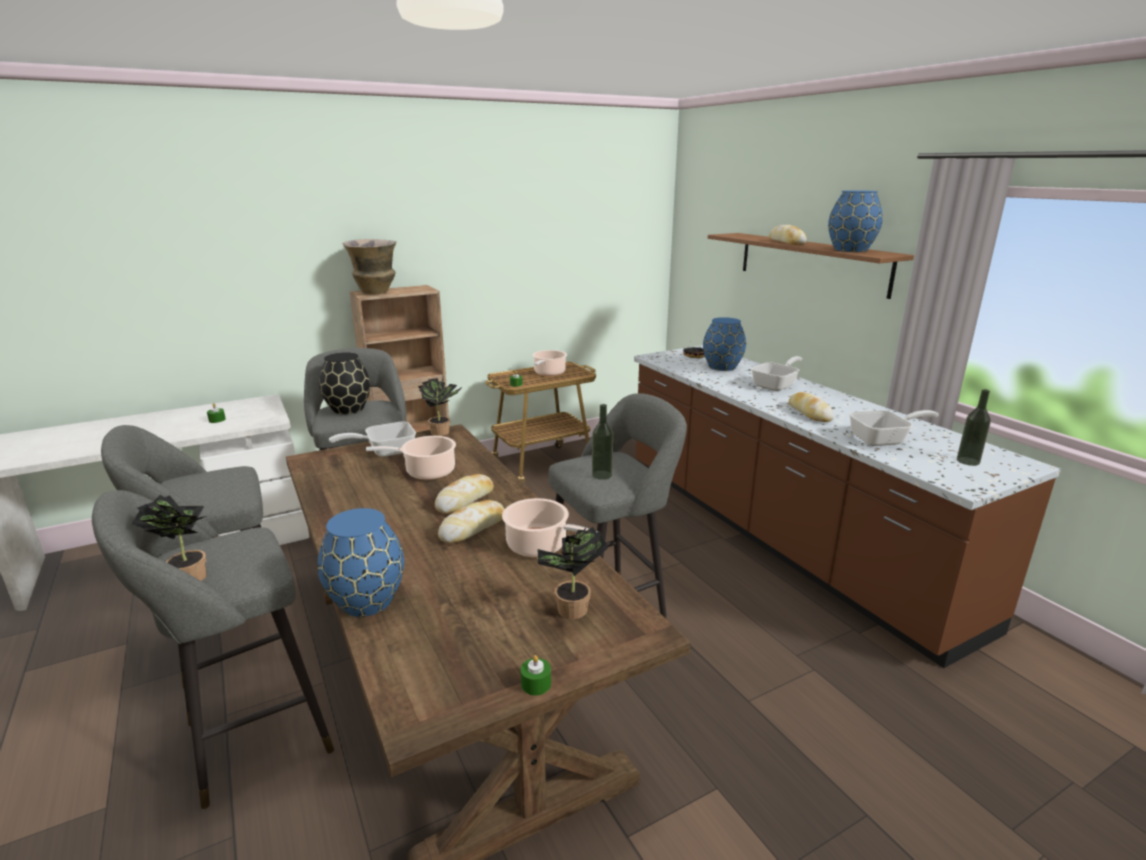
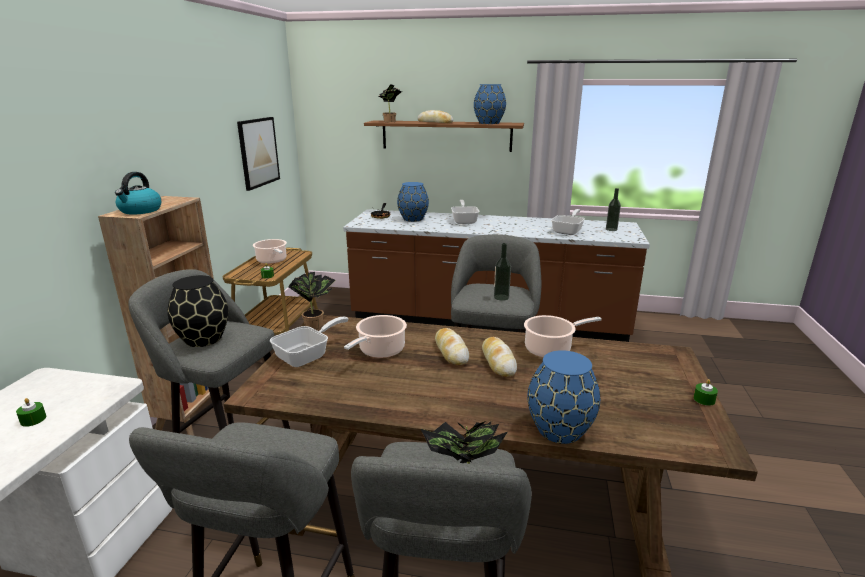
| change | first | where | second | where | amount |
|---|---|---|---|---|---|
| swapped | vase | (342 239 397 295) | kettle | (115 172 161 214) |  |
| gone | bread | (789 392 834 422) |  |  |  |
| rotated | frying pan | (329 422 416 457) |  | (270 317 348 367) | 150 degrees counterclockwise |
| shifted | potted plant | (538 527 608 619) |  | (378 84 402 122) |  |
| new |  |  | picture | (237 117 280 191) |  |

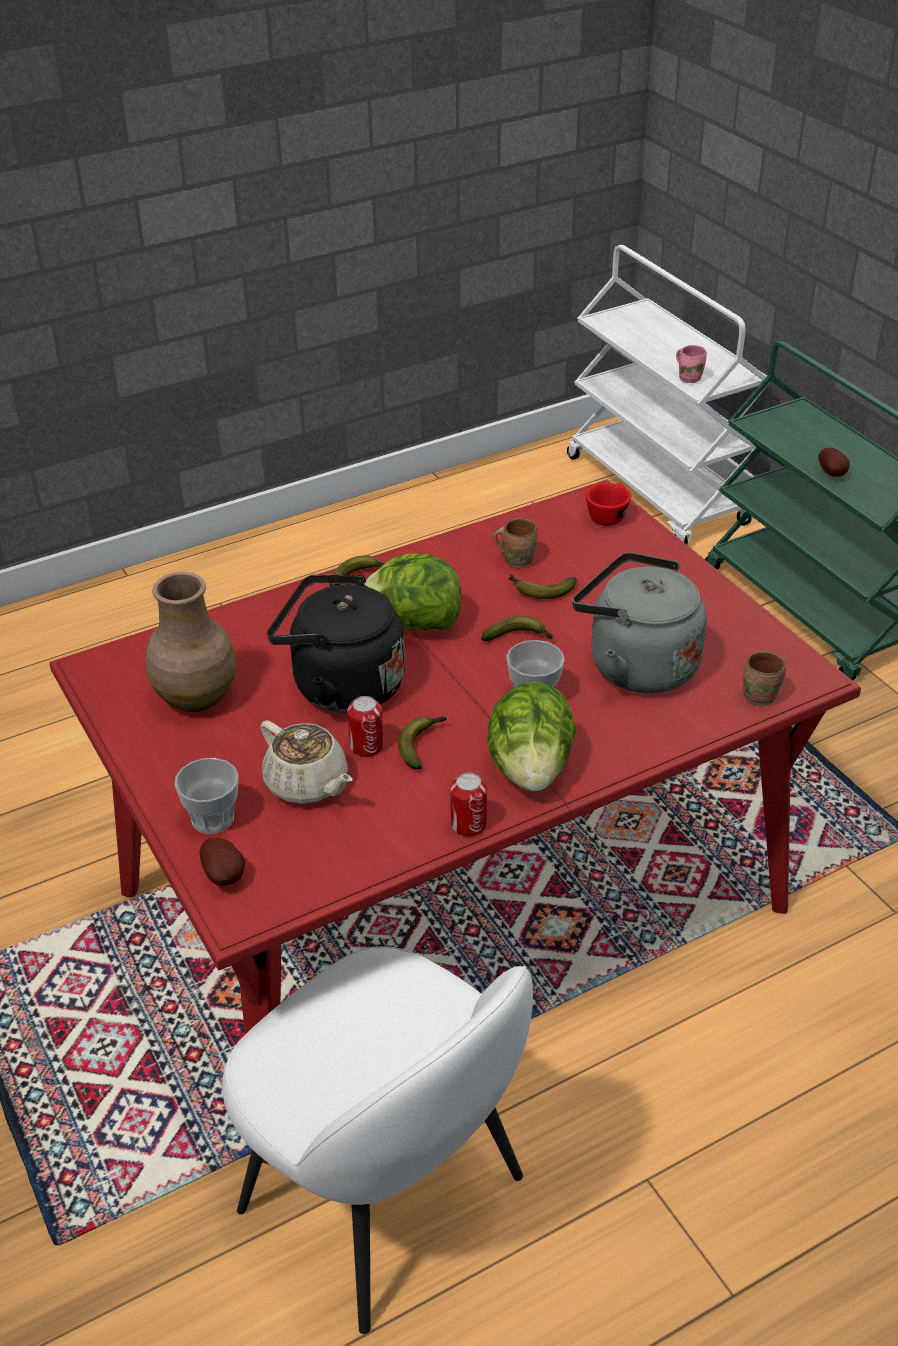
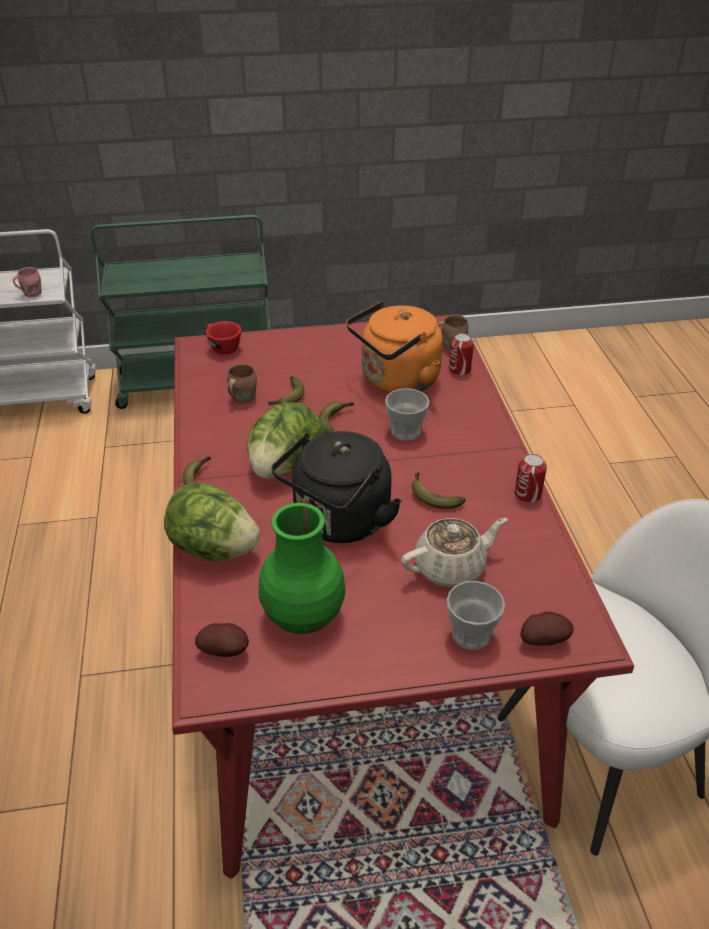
| change | first | where | second | where | amount |
|---|---|---|---|---|---|
| shifted | potato | (818 447 849 477) |  | (195 623 249 657) |  |
| repainted | grey kettle | (572 552 707 693) | orange kettle | (346 301 443 393) |  |
| repainted | brown vase | (146 572 237 712) | green vase | (259 503 346 634) |  |
| shifted | lettuce | (487 681 576 791) |  | (164 484 261 561) |  |
| shifted | can | (347 696 384 757) |  | (449 333 474 376) |  |

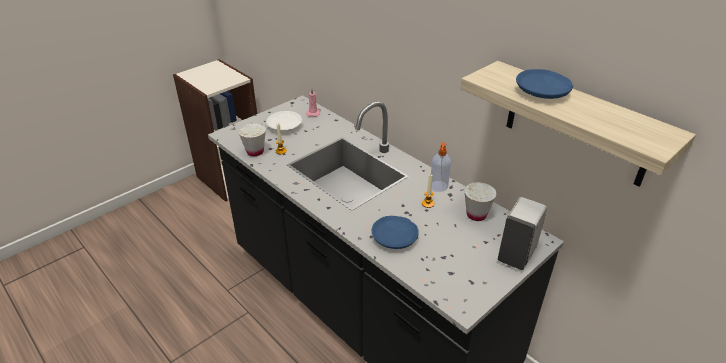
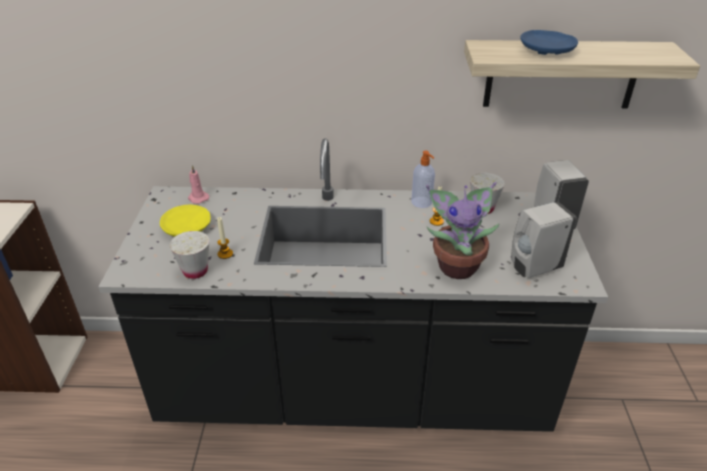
| change | first | where | second | where | amount |
|---|---|---|---|---|---|
| repainted | white plate | (266 111 302 132) | yellow plate | (160 205 211 236) |  |
| swapped | blue plate | (372 216 419 249) | potted plant | (426 182 499 279) |  |
| new |  |  | white soap dispenser | (511 202 577 278) |  |

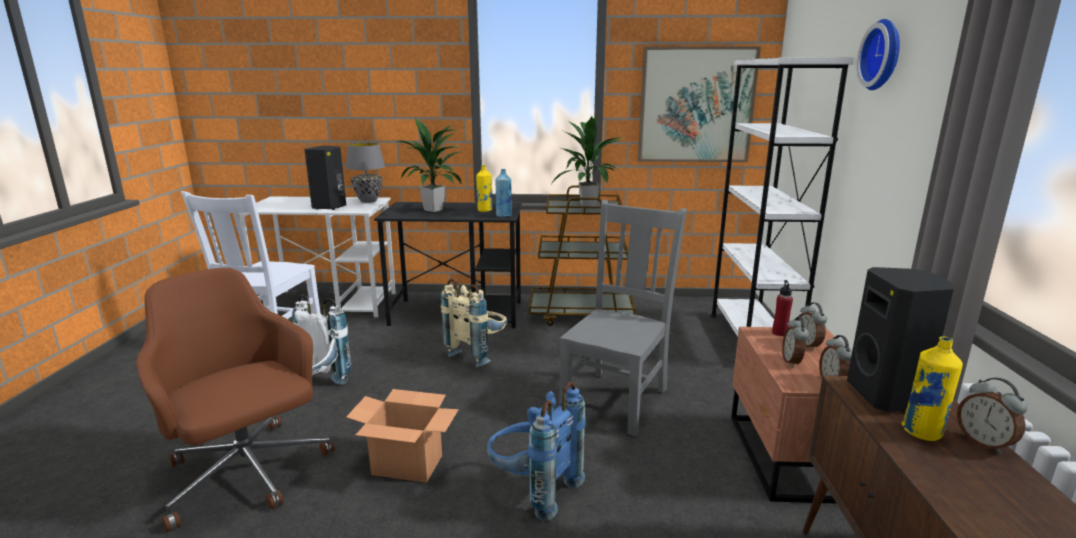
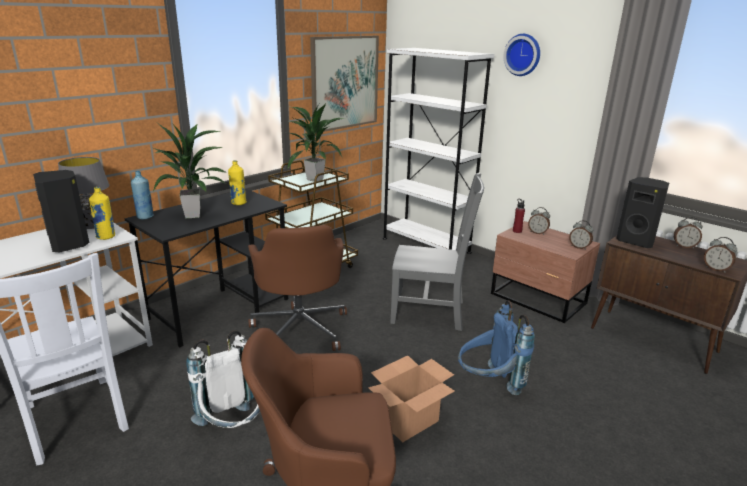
| change | first | where | second | where | amount |
|---|---|---|---|---|---|
| shifted | blue bottle | (495 169 512 217) |  | (131 171 154 220) |  |
| rotated | grey chair | (559 200 687 436) |  | (390 173 484 331) | 120 degrees clockwise |
| swapped | beige backpack | (441 279 507 367) | brown office chair | (248 225 347 351) |  |
| shifted | alarm clock | (782 317 809 367) |  | (704 237 737 273) |  |
| shifted | yellow bottle | (902 336 963 441) |  | (89 187 115 240) |  |

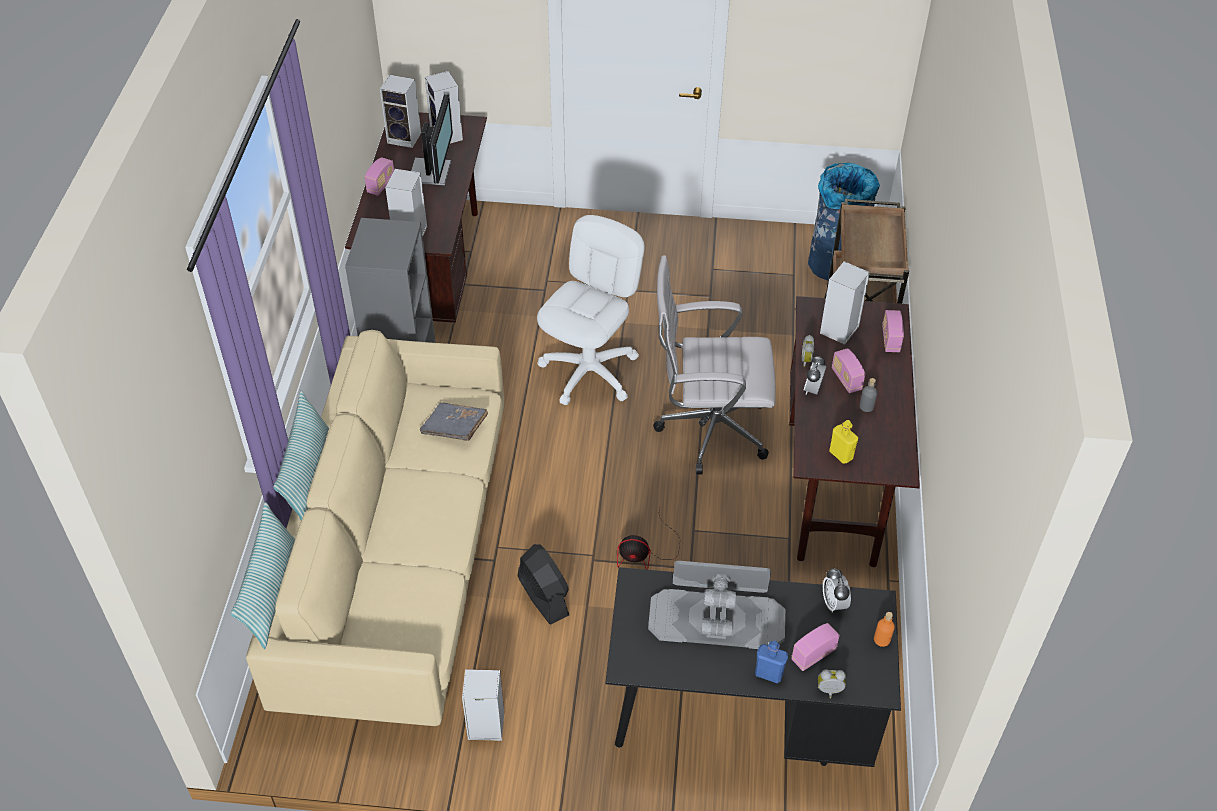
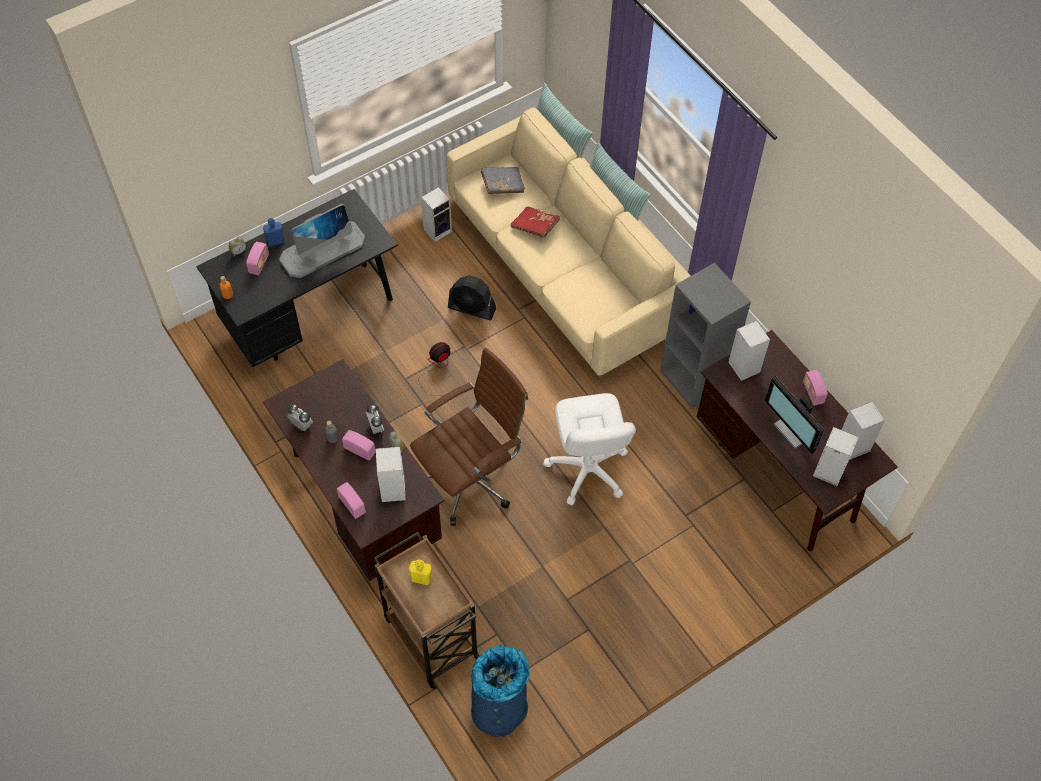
| change | first | where | second | where | amount |
|---|---|---|---|---|---|
| repainted | white office chair | (653 255 775 475) | brown office chair | (410 348 528 526) |  |
| shifted | grey book | (420 403 488 441) |  | (481 167 525 194) |  |
| shifted | yellow bottle | (829 420 858 463) |  | (409 559 432 585) |  |
| shifted | alarm clock | (823 567 851 613) |  | (287 404 313 431) |  |
| new |  |  | red book | (510 207 560 238) |  |

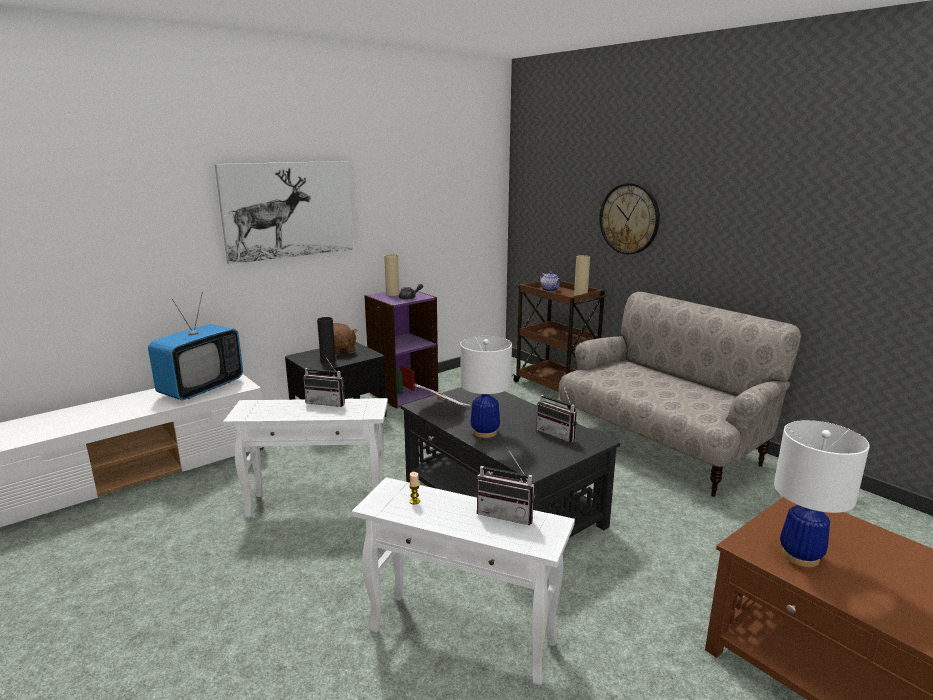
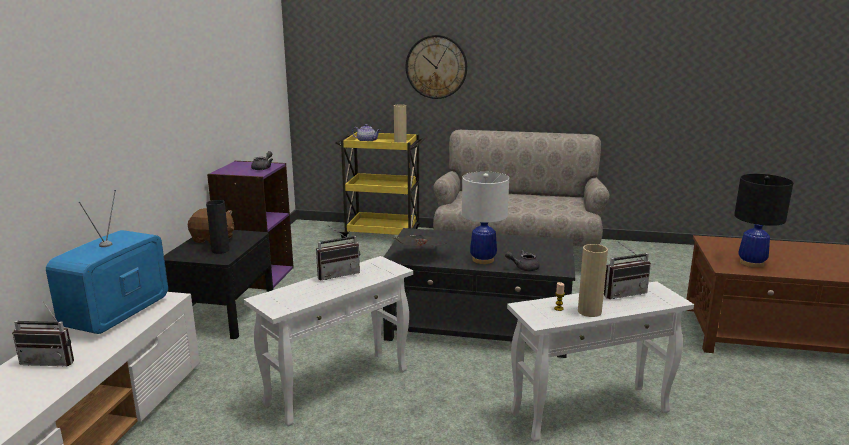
| change | first | where | second | where | amount |
|---|---|---|---|---|---|
| gone | picture | (215 161 354 265) |  |  |  |
| shifted | beige vase | (384 254 399 296) |  | (578 244 608 317) |  |
| repainted | brown cart | (513 280 608 392) | yellow cart | (335 132 425 238) |  |
| rotated | television | (148 292 243 400) |  | (46 190 168 334) | 150 degrees counterclockwise |
| shifted | radio | (536 387 577 442) |  | (12 301 74 366) |  |
| repainted | white table lamp | (774 420 870 567) | black table lamp | (734 174 793 268) |  |
| new |  |  | grey teapot | (505 250 540 271) |  |

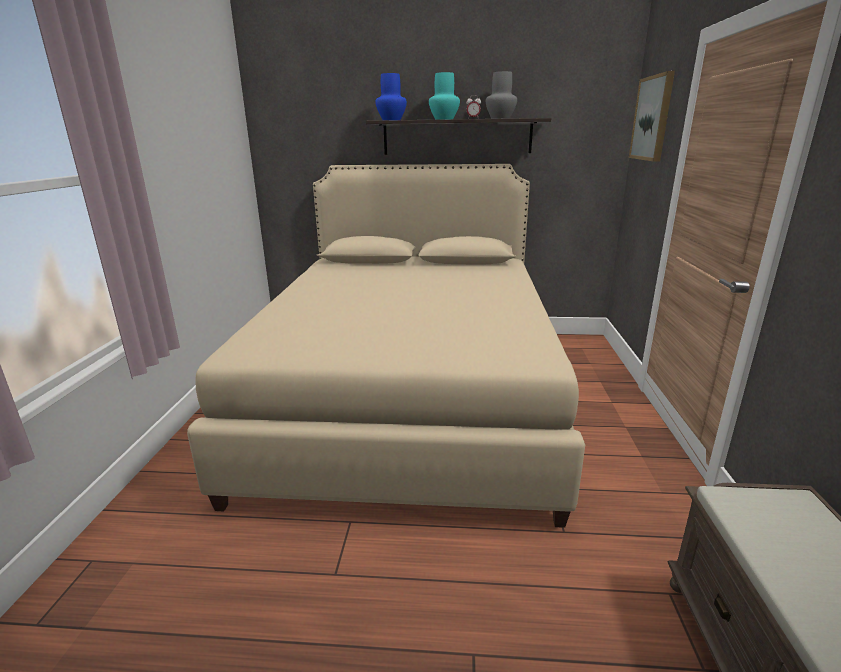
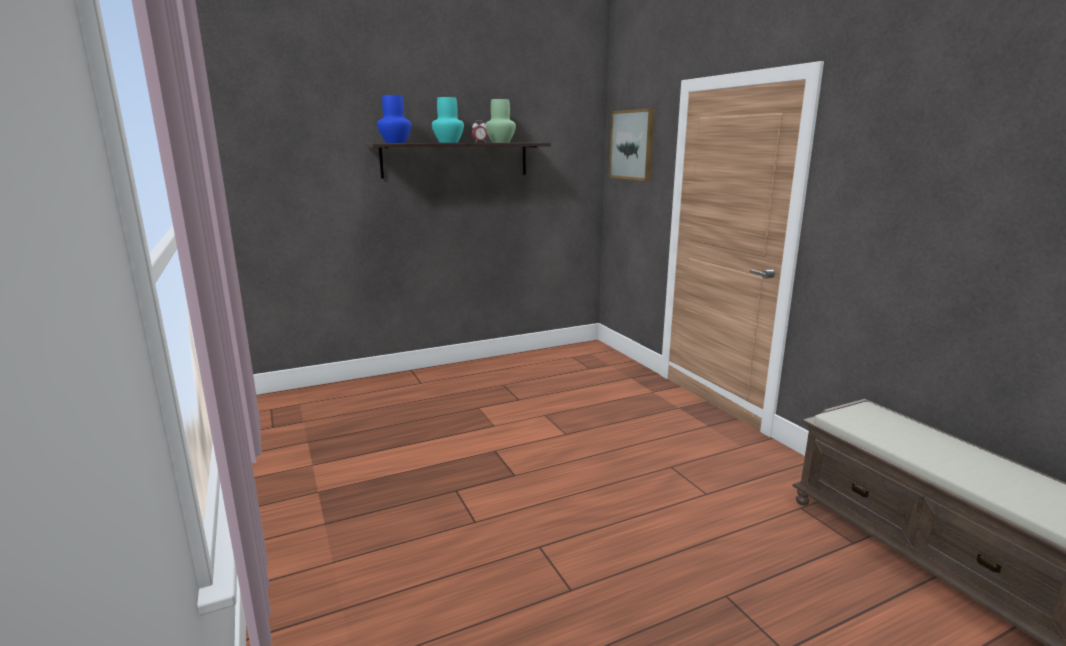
| change | first | where | second | where | amount |
|---|---|---|---|---|---|
| repainted | grey vase | (486 71 517 119) | green vase | (486 99 516 143) |  |
| gone | beige bed | (187 164 585 528) |  |  |  |

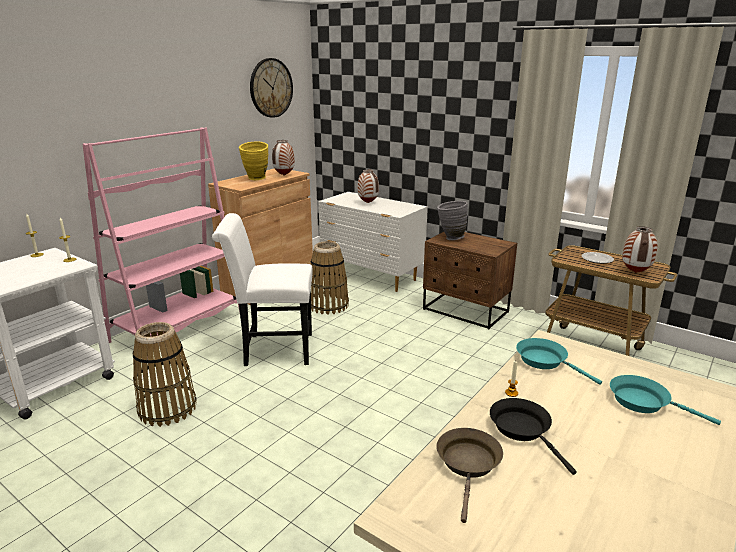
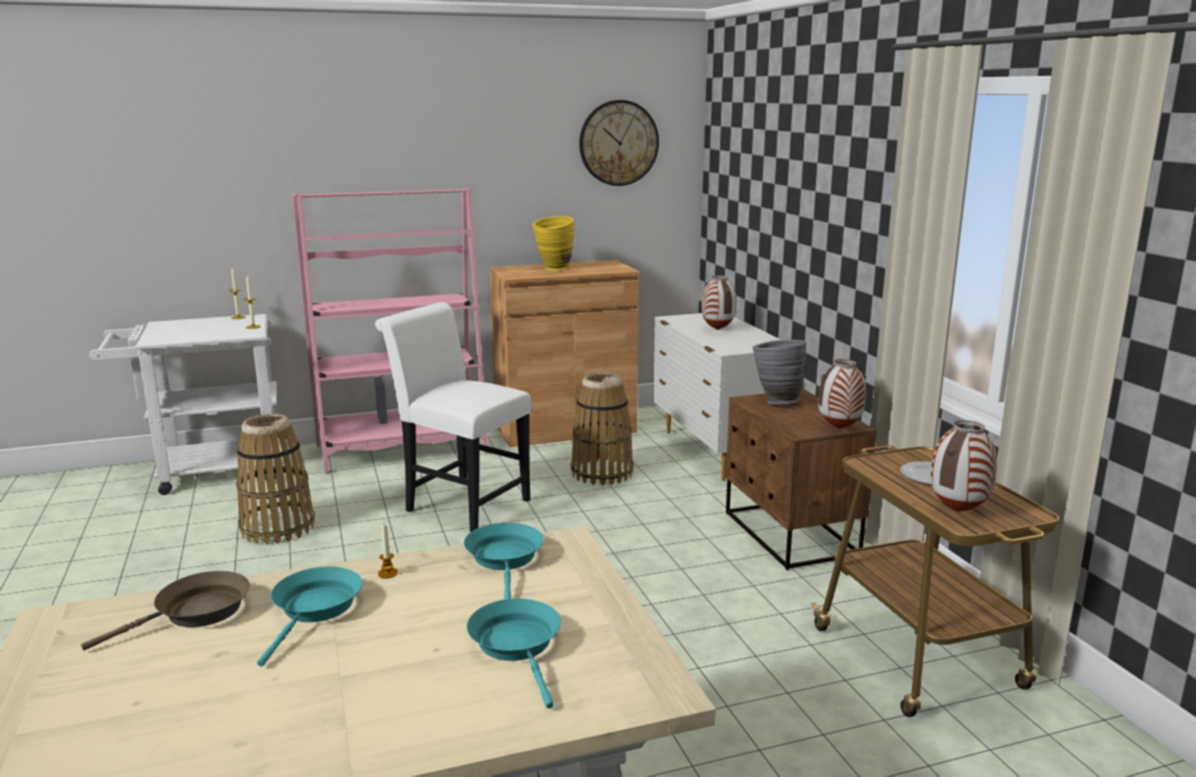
| change | first | where | second | where | amount |
|---|---|---|---|---|---|
| shifted | vase | (272 140 295 176) |  | (818 359 866 429) |  |
| repainted | black frying pan | (490 398 577 475) | turquoise frying pan | (257 567 363 667) |  |

